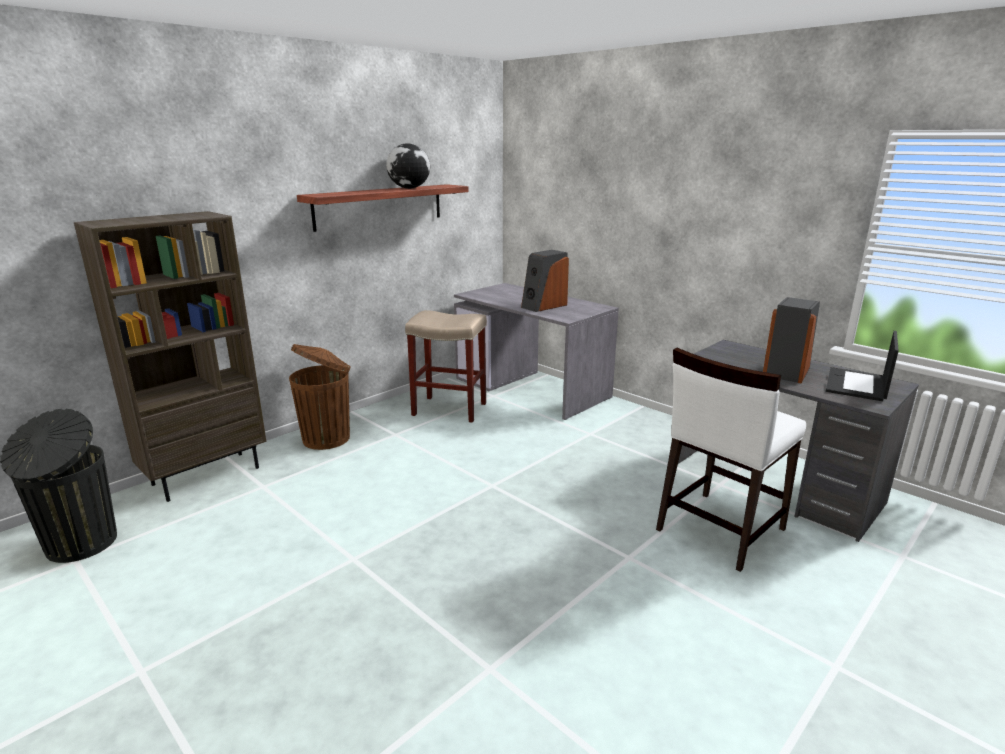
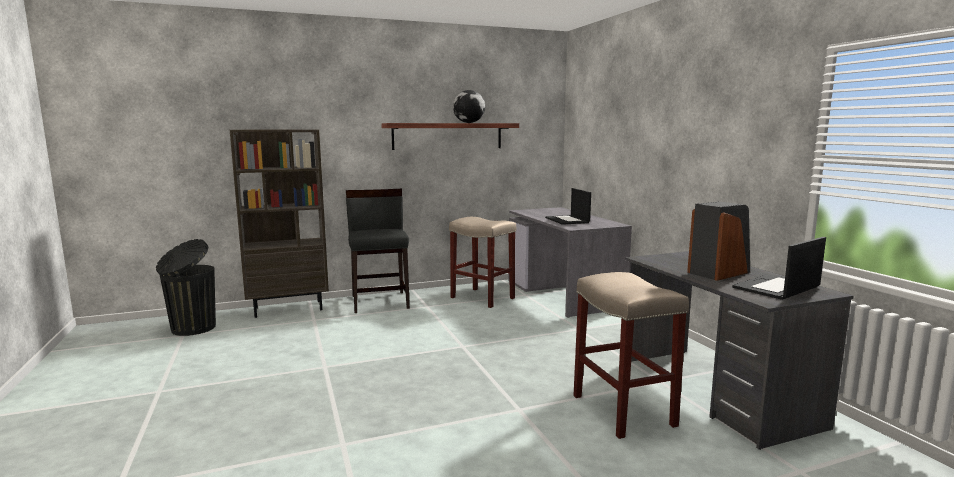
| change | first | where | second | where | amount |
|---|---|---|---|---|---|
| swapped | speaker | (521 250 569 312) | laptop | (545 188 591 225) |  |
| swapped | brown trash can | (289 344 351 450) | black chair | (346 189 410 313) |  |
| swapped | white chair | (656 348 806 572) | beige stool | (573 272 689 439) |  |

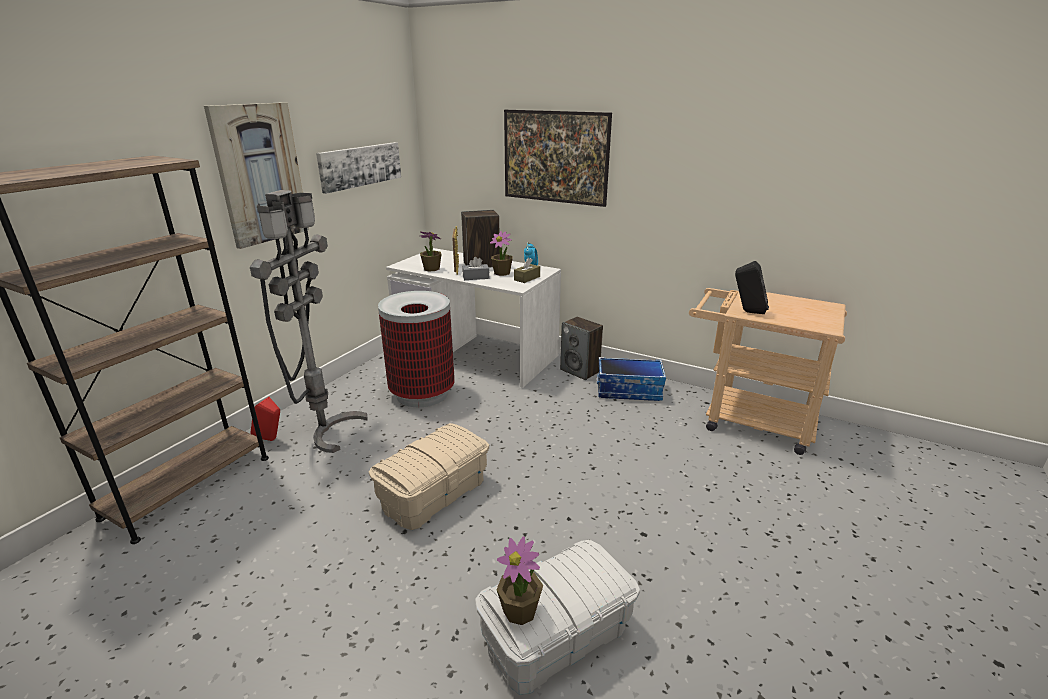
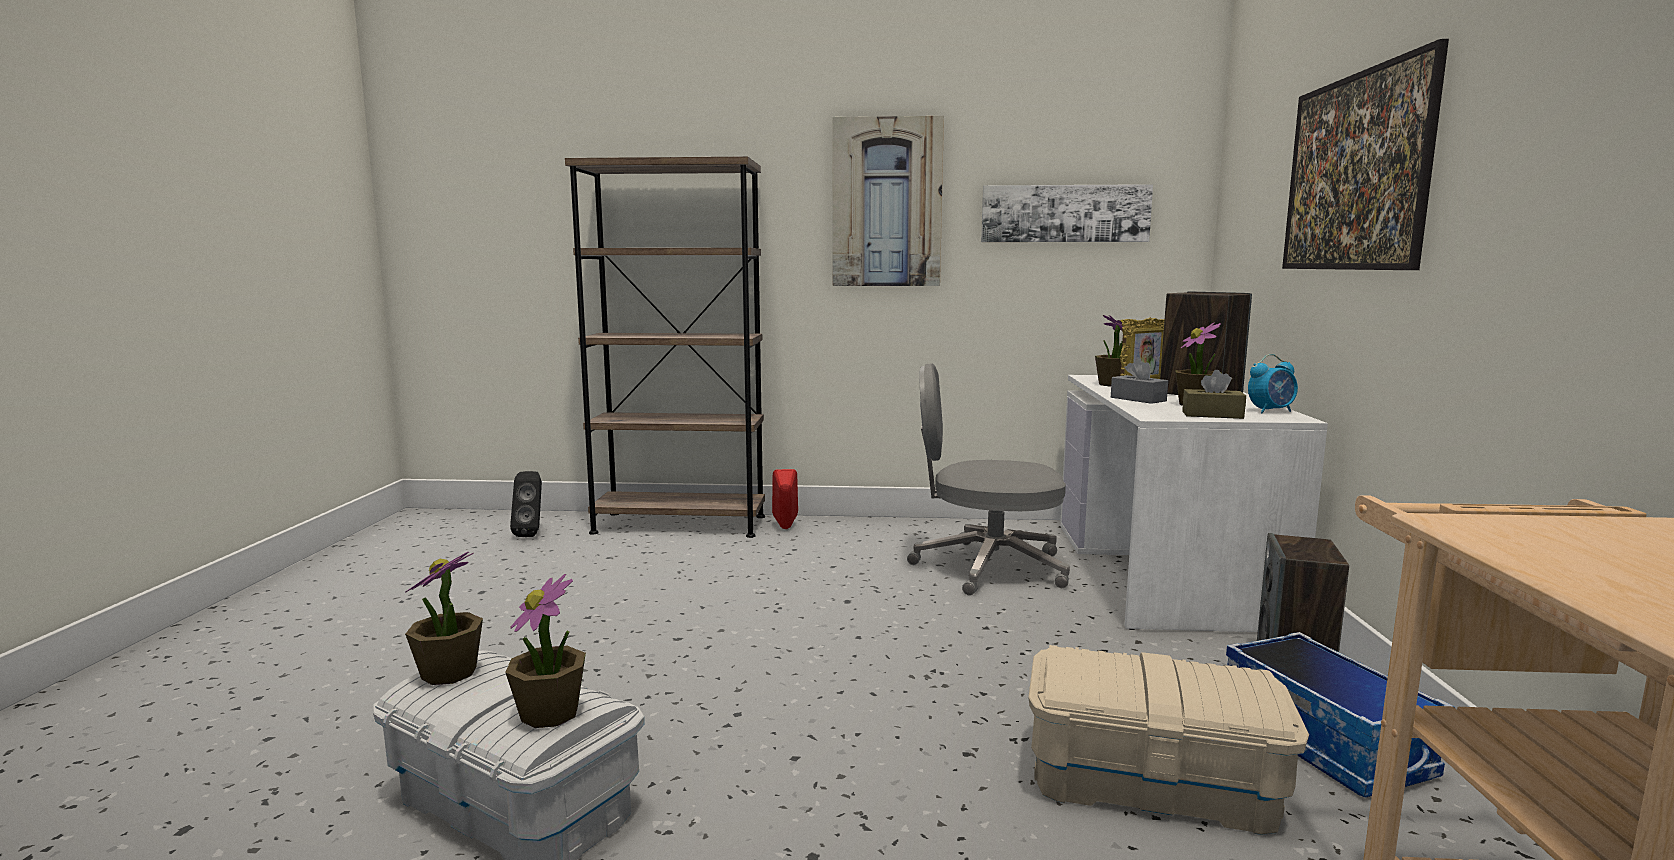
| change | first | where | second | where | amount |
|---|---|---|---|---|---|
| gone | grey floor lamp | (250 190 368 453) |  |  |  |
| shifted | black speaker | (735 261 769 314) |  | (510 471 542 537) |  |
| swapped | trash can | (378 291 455 407) | grey office chair | (907 363 1070 596) |  |
| shifted | beige storage box | (369 423 489 530) |  | (1028 645 1309 835) |  |
| new |  |  | potted plant | (505 574 586 728) |  |

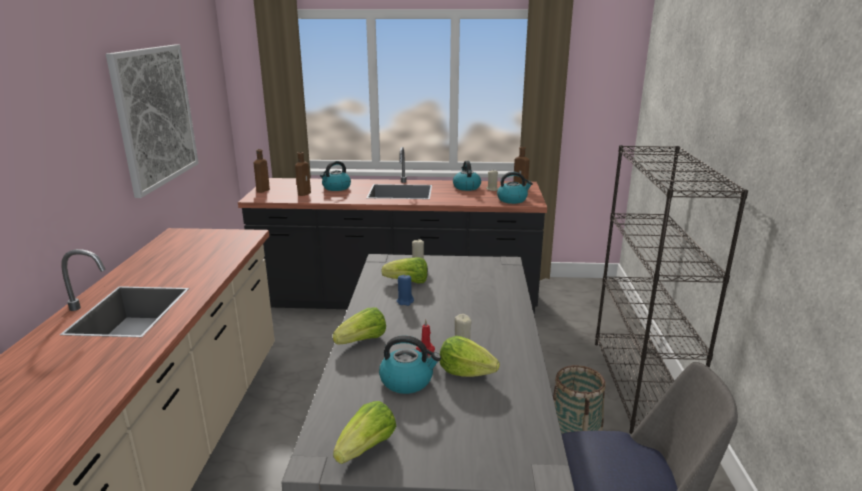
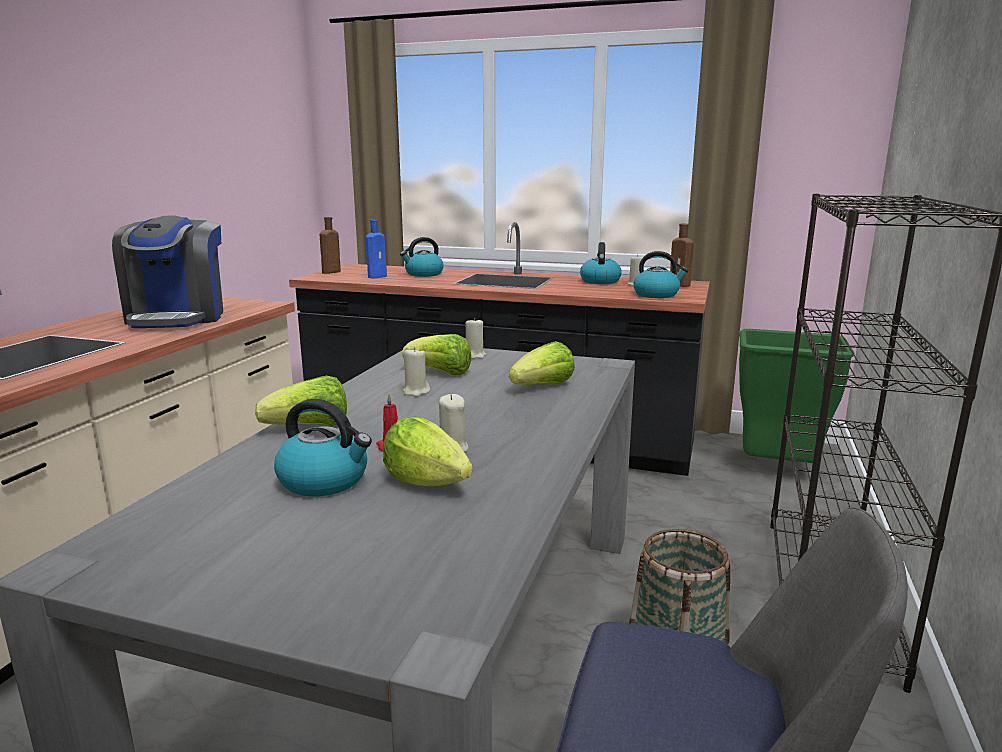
| change | first | where | second | where | amount |
|---|---|---|---|---|---|
| gone | picture | (106 45 199 198) |  |  |  |
| repainted | brown bottle | (295 152 311 196) | blue bottle | (366 219 387 278) |  |
| repainted | blue candle | (397 274 414 306) | beige candle | (403 347 430 397) |  |
| shifted | lettuce | (333 401 396 464) |  | (509 341 575 385) |  |
| new |  |  | coffee machine | (112 216 223 328) |  |
| new |  |  | green trash can | (739 329 855 463) |  |

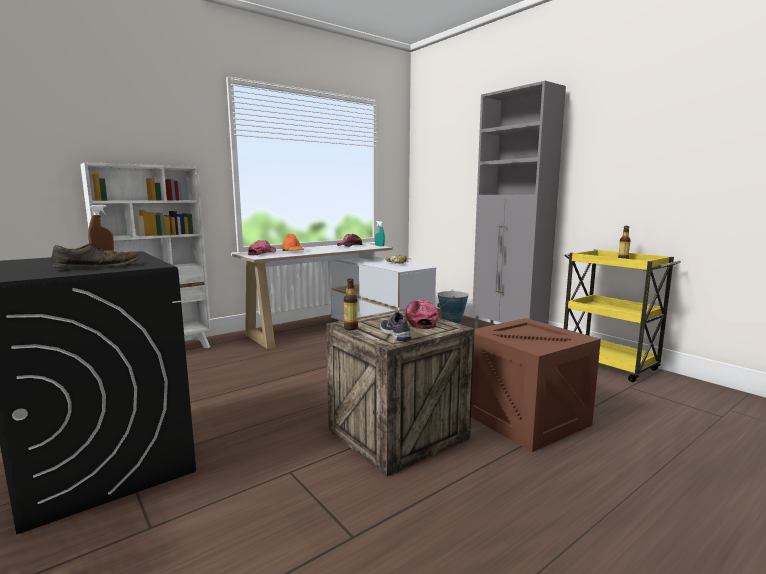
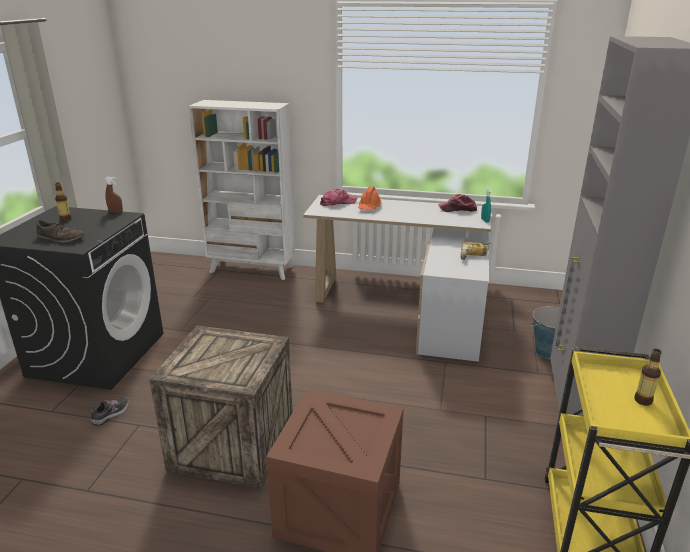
| change | first | where | second | where | amount |
|---|---|---|---|---|---|
| shifted | bottle | (344 279 358 330) |  | (55 183 72 222) |  |
| gone | cap | (404 300 439 329) |  |  |  |
| shifted | shoe | (380 312 412 341) |  | (91 397 129 426) |  |

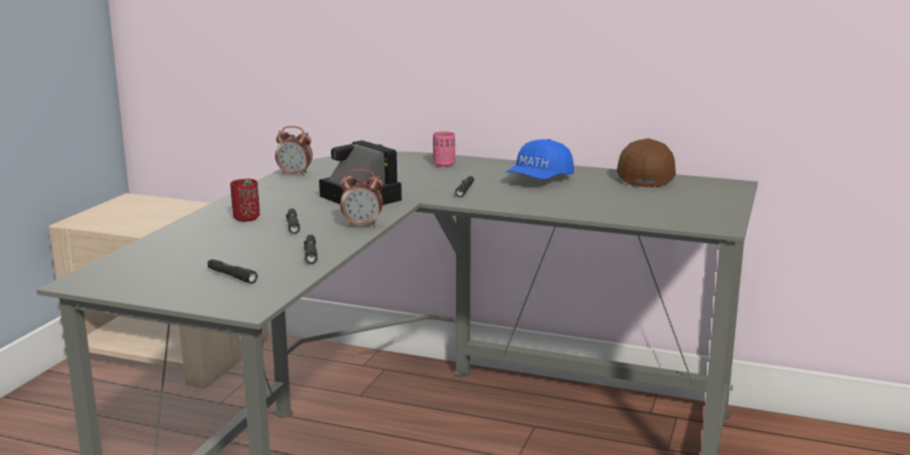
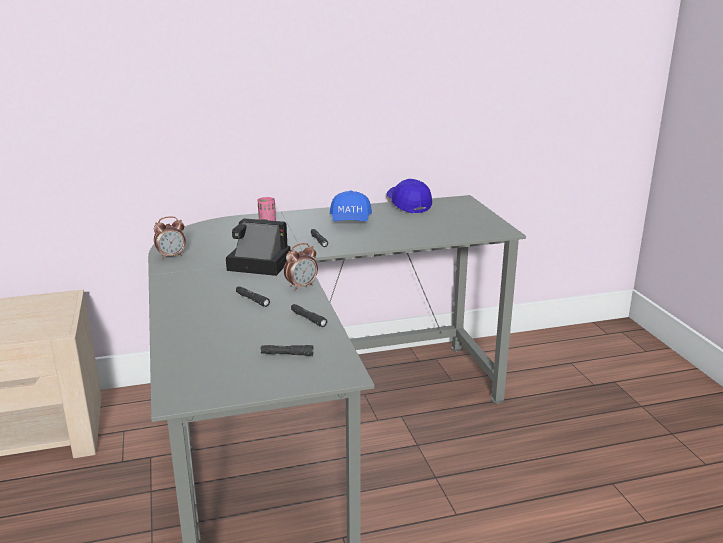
| change | first | where | second | where | amount |
|---|---|---|---|---|---|
| repainted | brown cap | (616 138 676 187) | blue cap | (387 179 432 214) |  |
| gone | red cup | (230 179 260 222) |  |  |  |

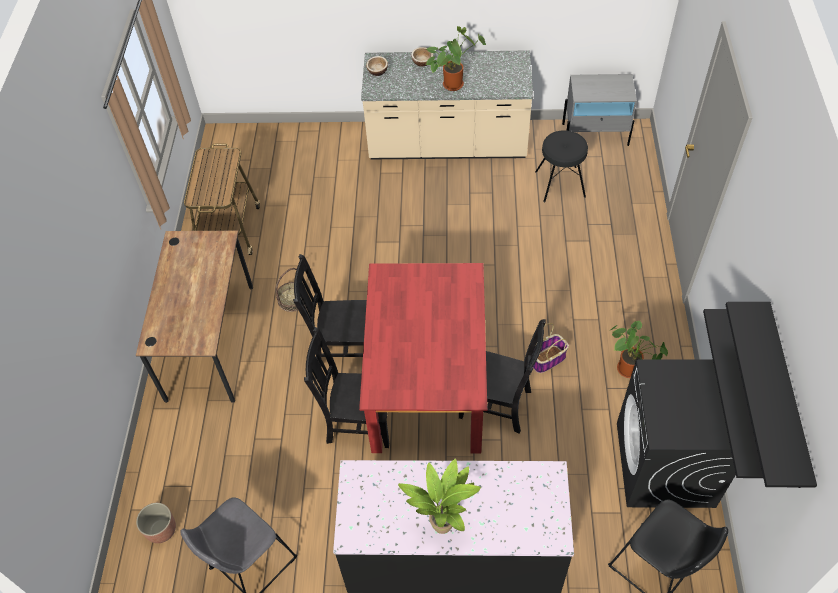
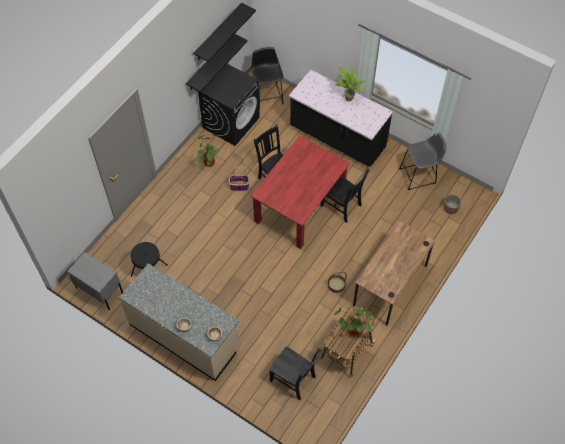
| change | first | where | second | where | amount |
|---|---|---|---|---|---|
| shifted | potted plant | (426 26 486 91) |  | (334 307 375 337) |  |
| shifted | black chair | (293 254 367 366) |  | (269 346 321 400) |  |

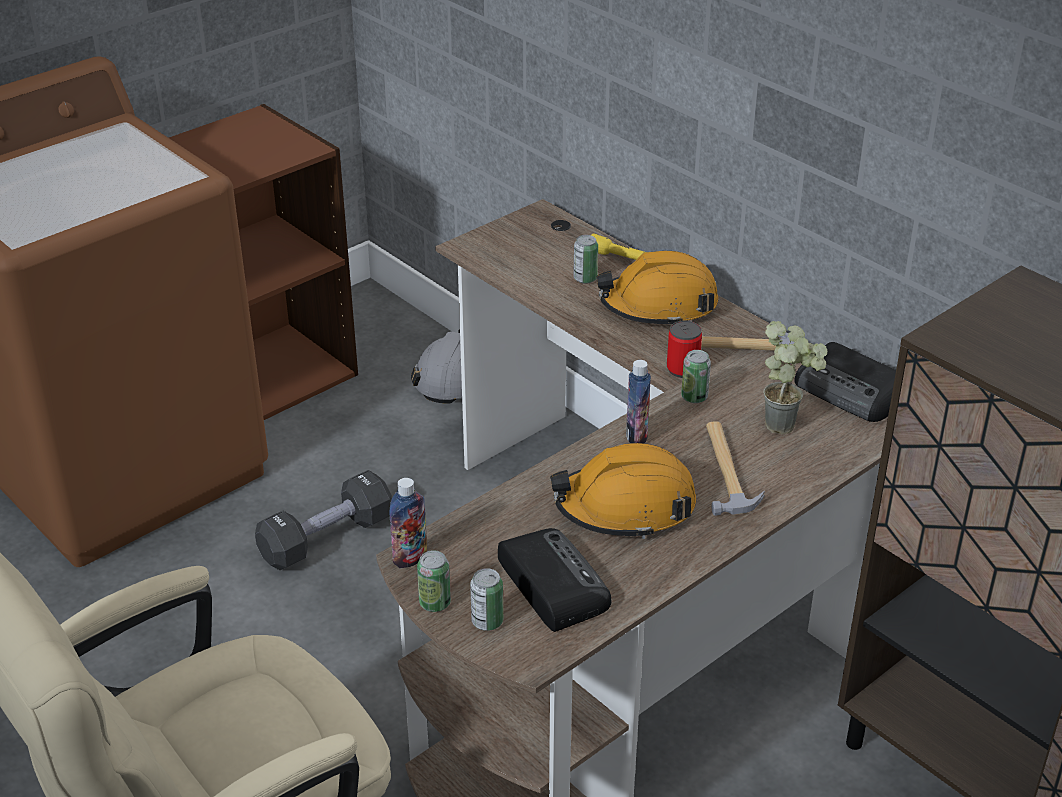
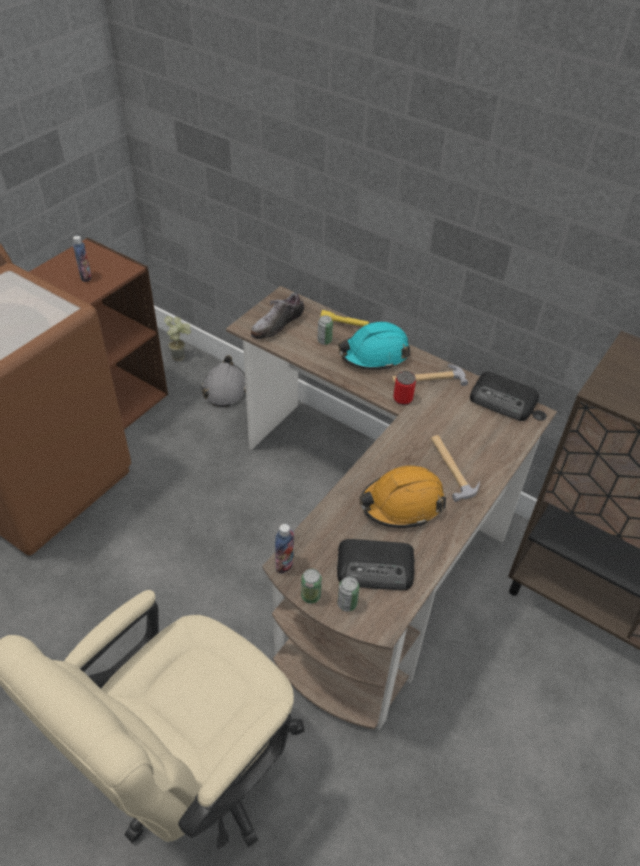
| change | first | where | second | where | amount |
|---|---|---|---|---|---|
| repainted | orange hard hat | (596 251 718 324) | turquoise hard hat | (338 322 410 370) |  |
| shifted | potted plant | (763 321 827 434) |  | (164 316 191 361) |  |
| gone | can | (681 350 711 403) |  |  |  |
| shifted | bottle | (626 360 651 444) |  | (73 236 92 282) |  |
| gone | black dumbbell | (255 470 392 570) |  |  |  |
| rotated | radio | (498 528 611 632) |  | (337 539 415 590) | 135 degrees clockwise |
| new |  |  | shoe | (251 292 304 339) |  |

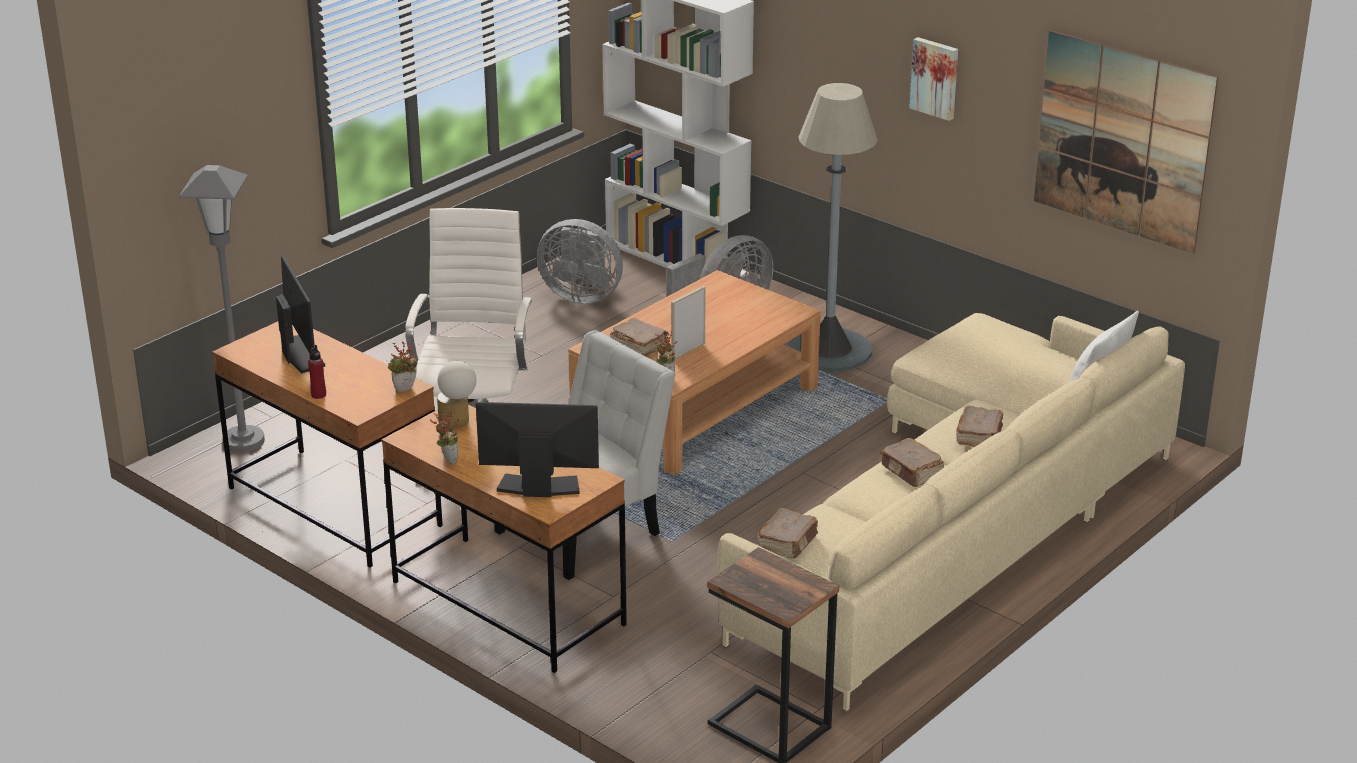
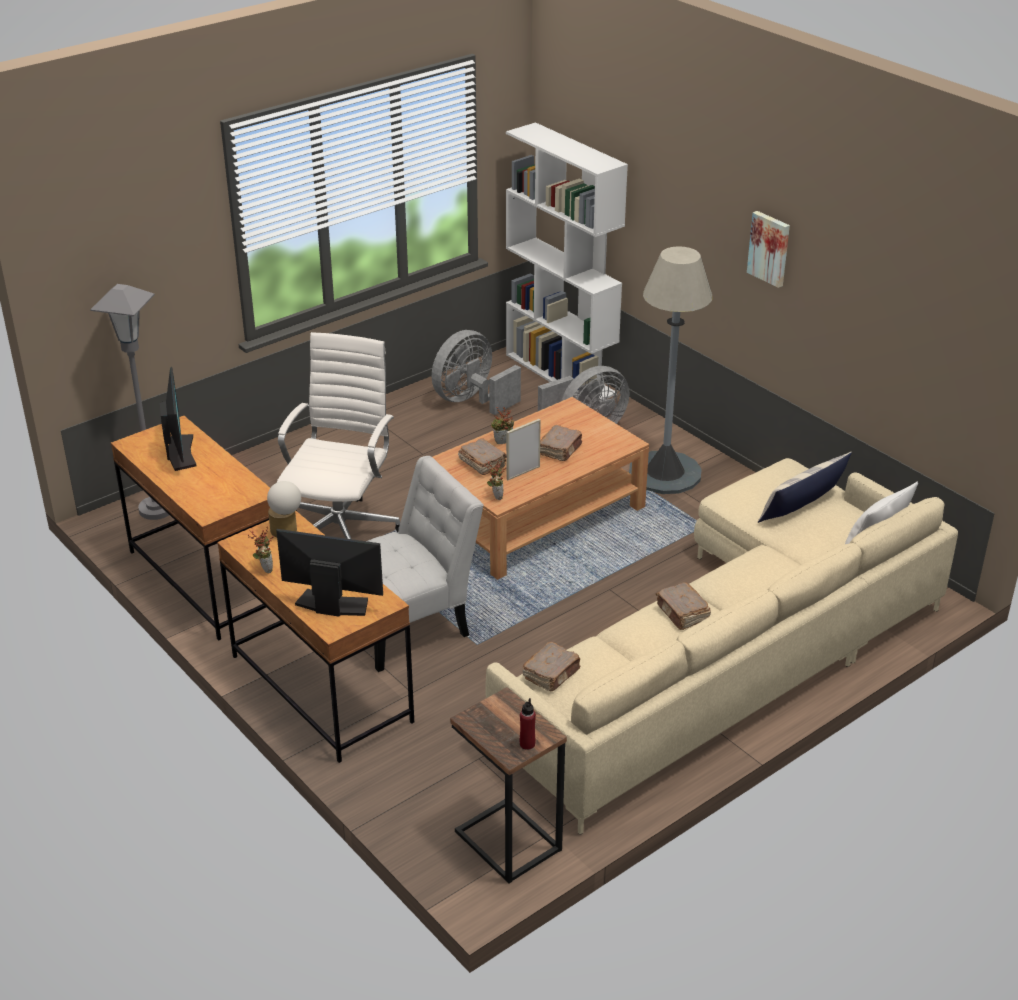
| change | first | where | second | where | amount |
|---|---|---|---|---|---|
| gone | picture | (1034 30 1218 254) |  |  |  |
| rotated | grey fan | (537 219 623 304) |  | (432 330 521 415) | 105 degrees clockwise |
| shifted | potted plant | (388 342 417 392) |  | (491 407 514 444) |  |
| shifted | red bottle | (308 345 326 399) |  | (520 698 536 750) |  |
| shifted | brown book | (956 406 1003 447) |  | (540 425 582 461) |  |
| new |  |  | pillow | (758 452 852 523) |  |

